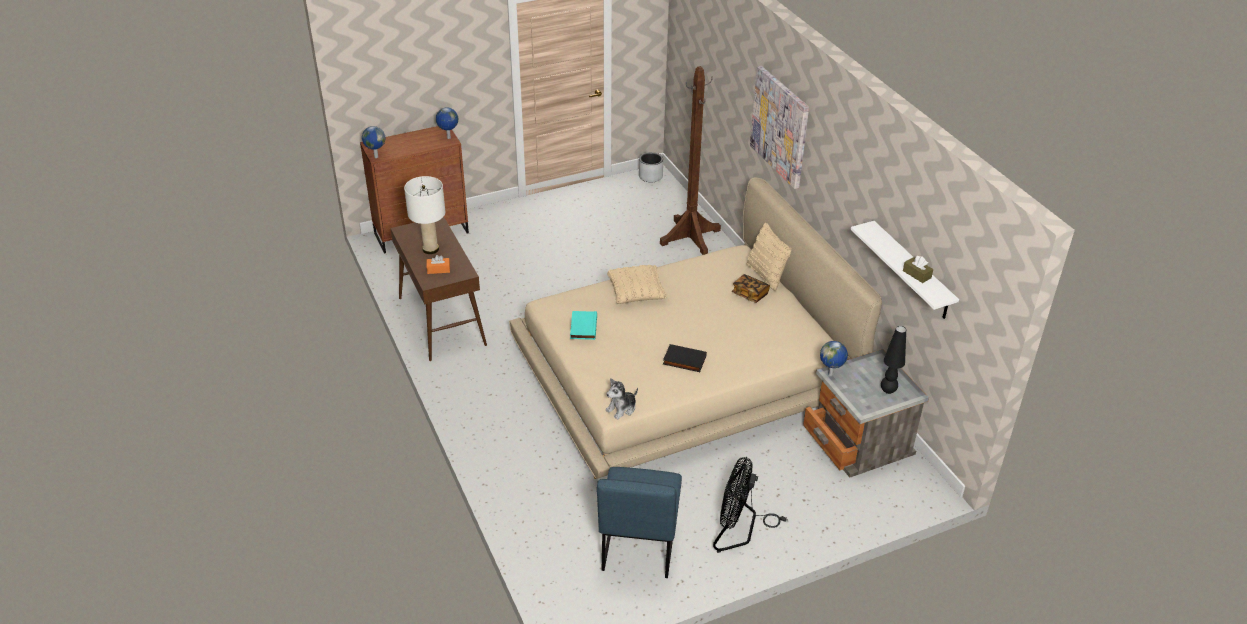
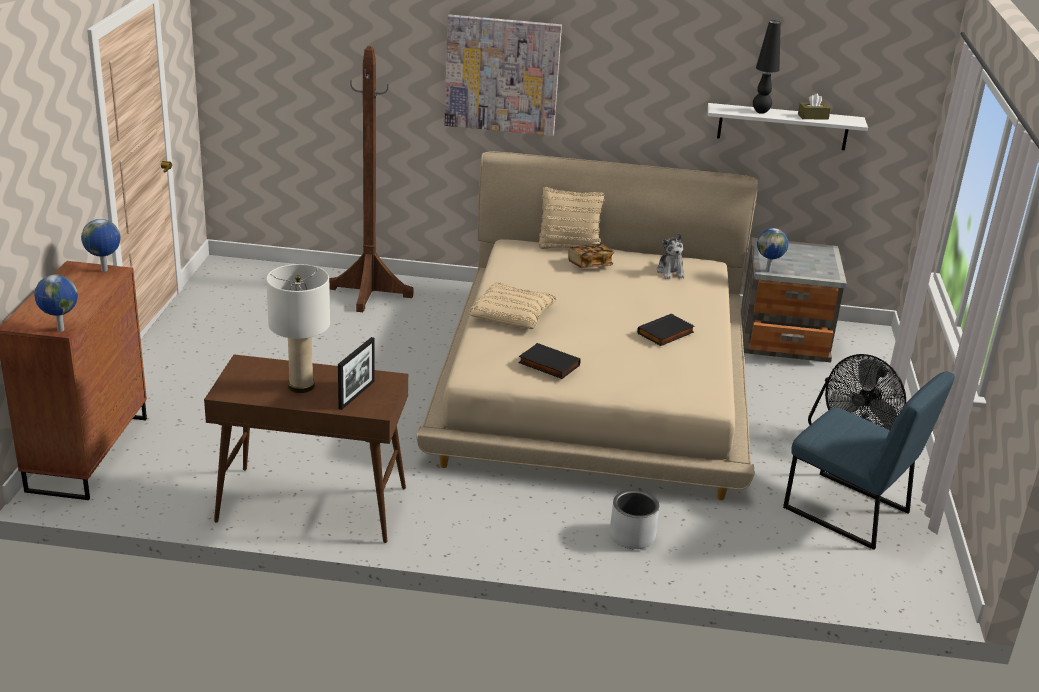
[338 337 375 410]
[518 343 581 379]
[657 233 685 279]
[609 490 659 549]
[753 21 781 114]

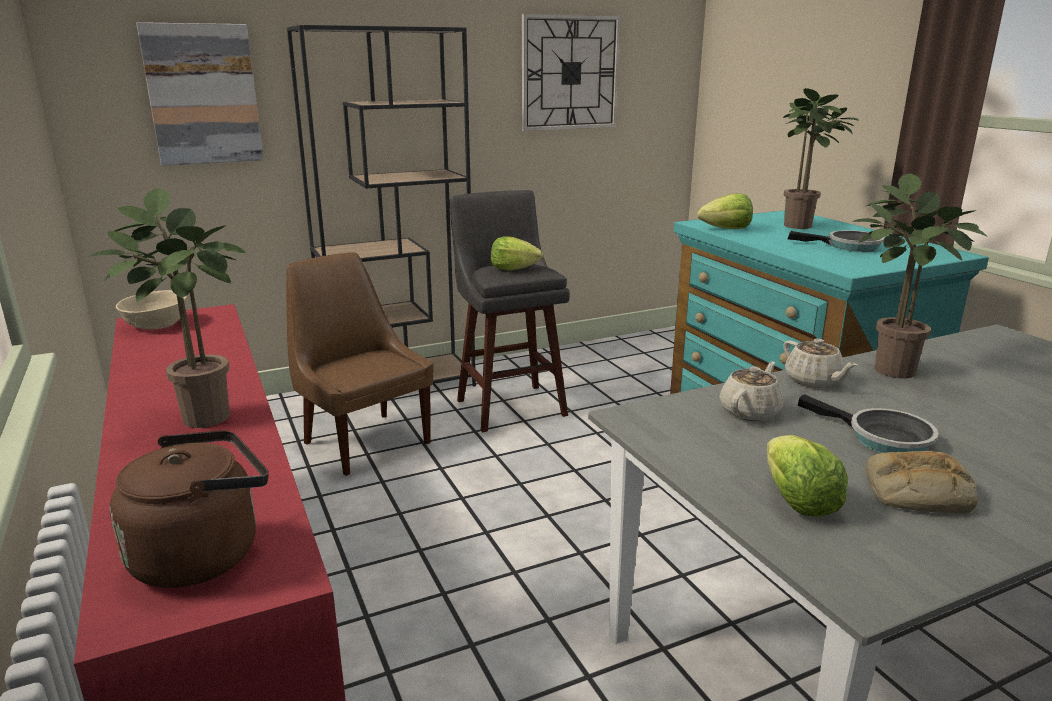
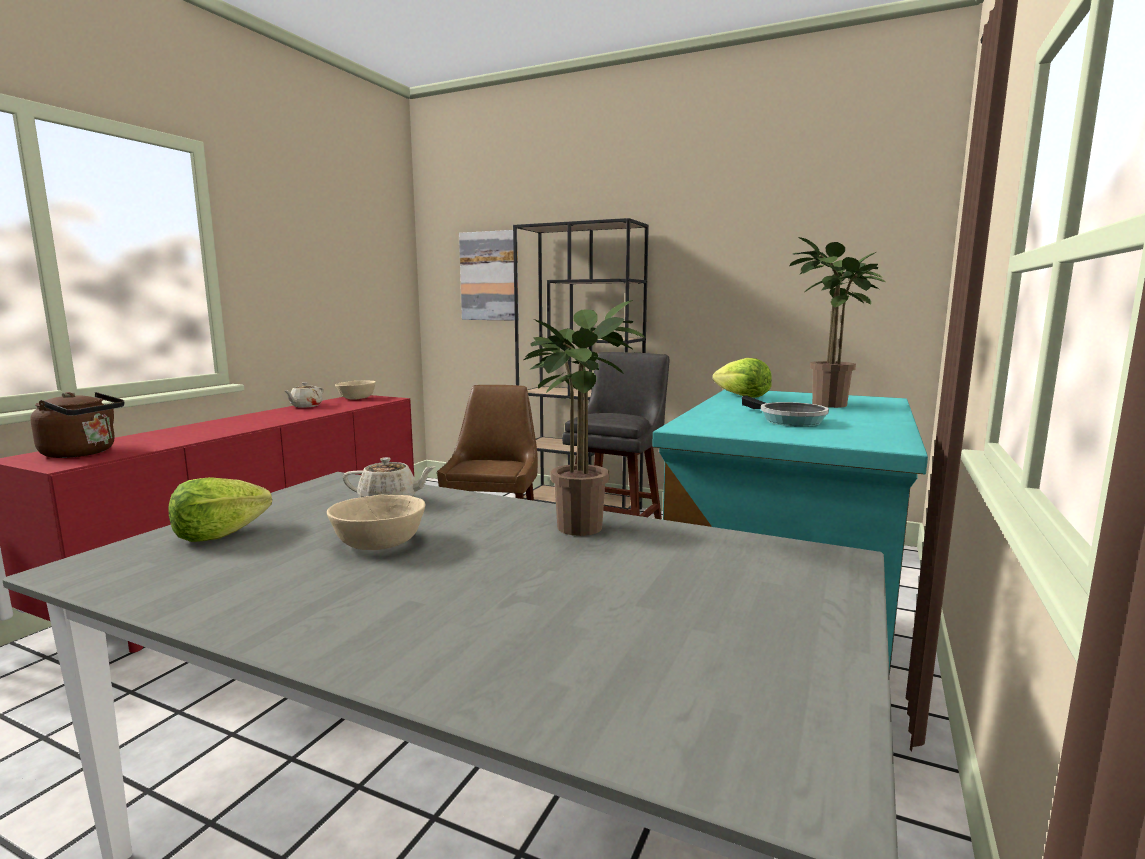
[88 188 246 428] (first image)
[491 236 543 271] (first image)
[522 14 621 131] (first image)
[284 382 324 408]
[327 495 425 550]
[866 451 978 514] (first image)

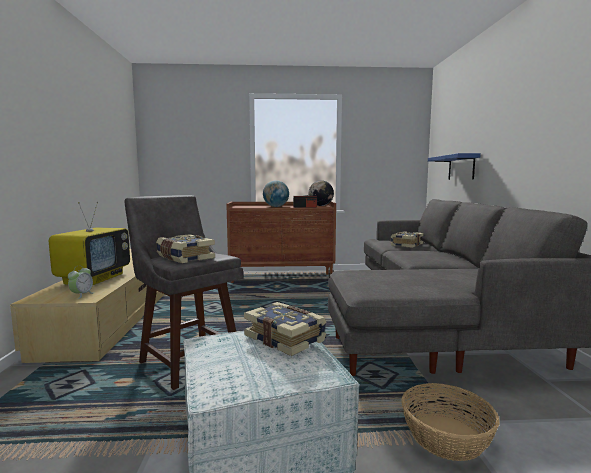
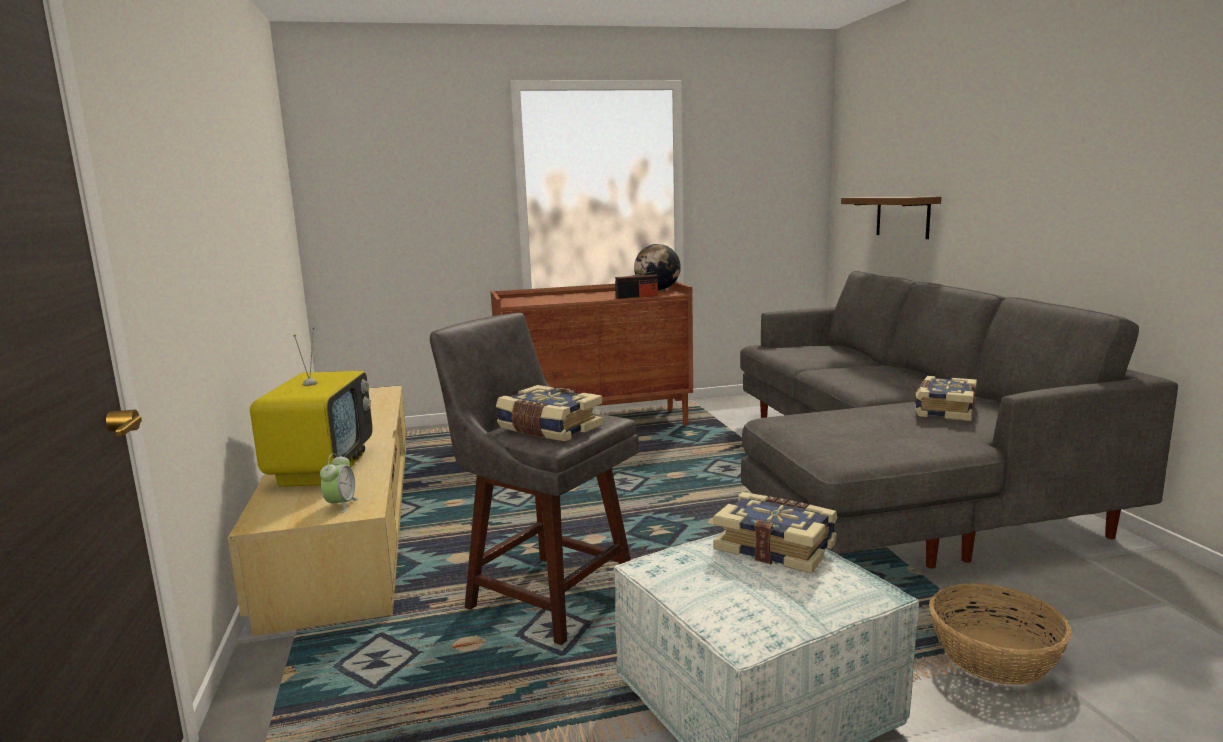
[263 180 289 207] (first image)
[915 376 977 421]
[841 197 941 239]

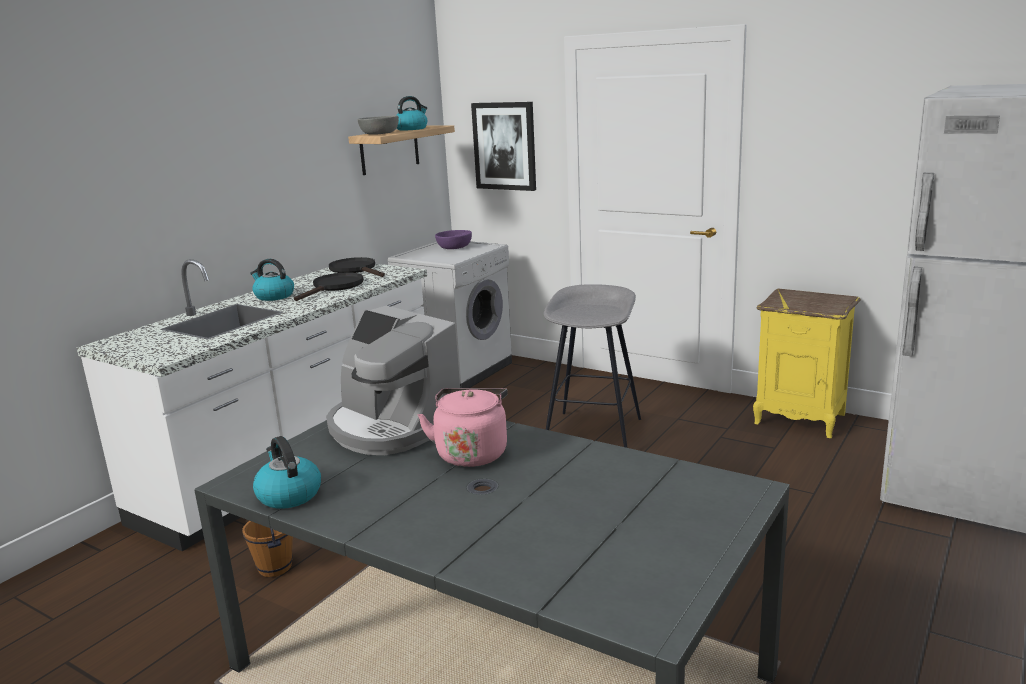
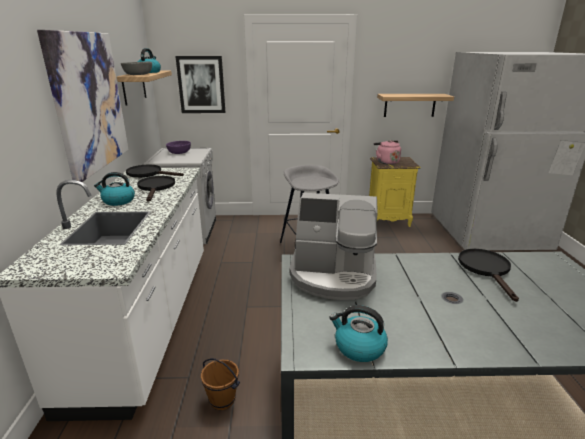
[374 140 401 165]
[37 30 129 182]
[377 94 454 117]
[458 249 519 302]

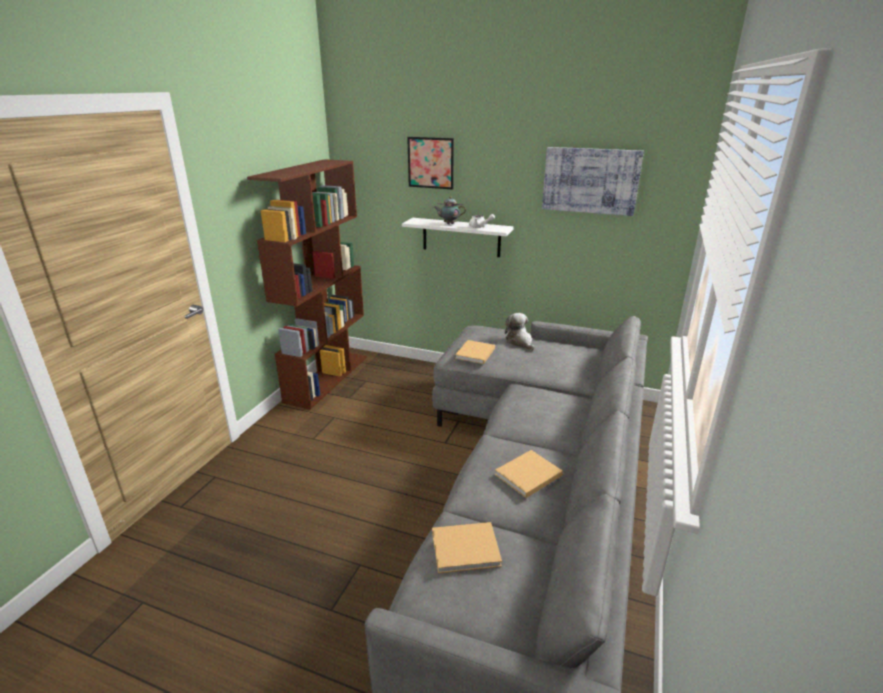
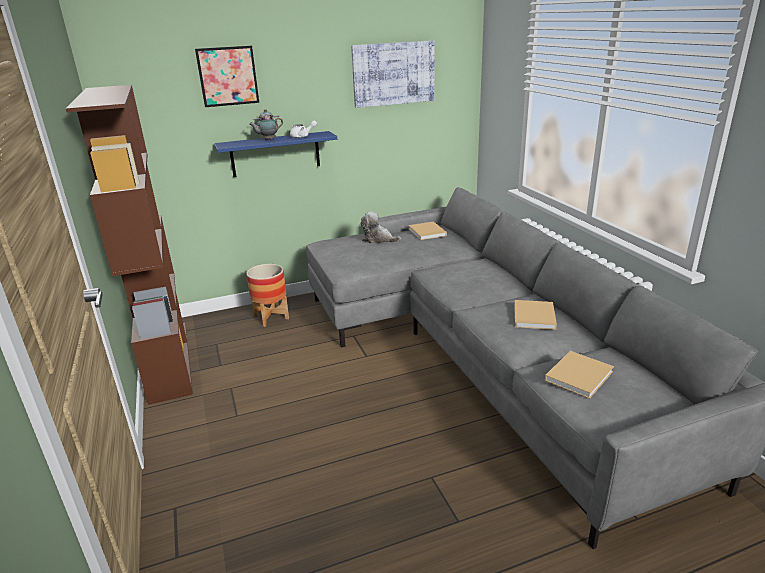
[214 131 337 177]
[408 222 447 240]
[246 264 289 327]

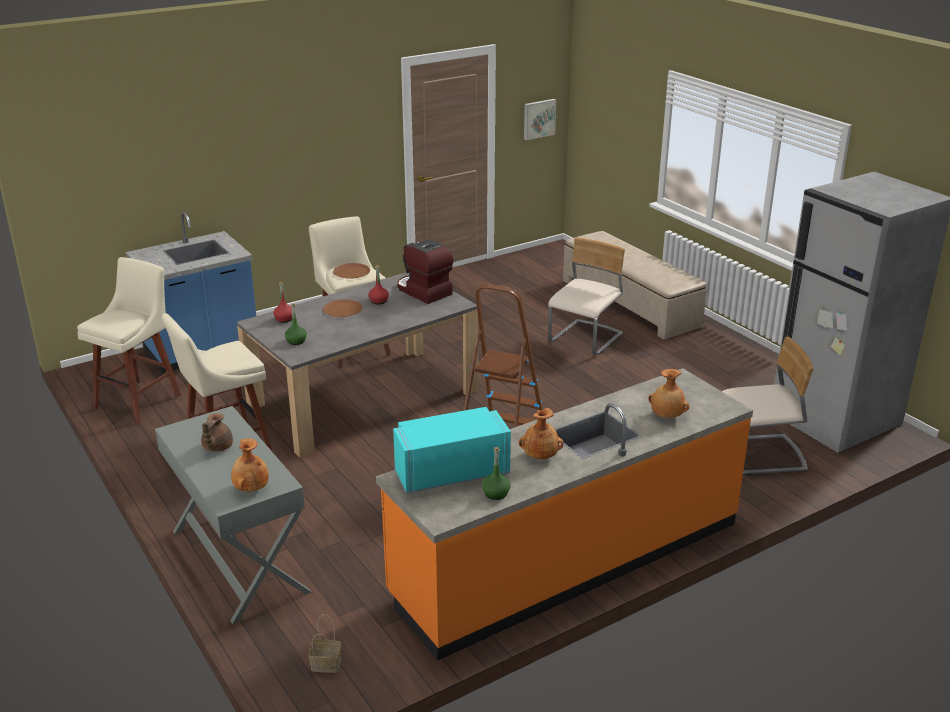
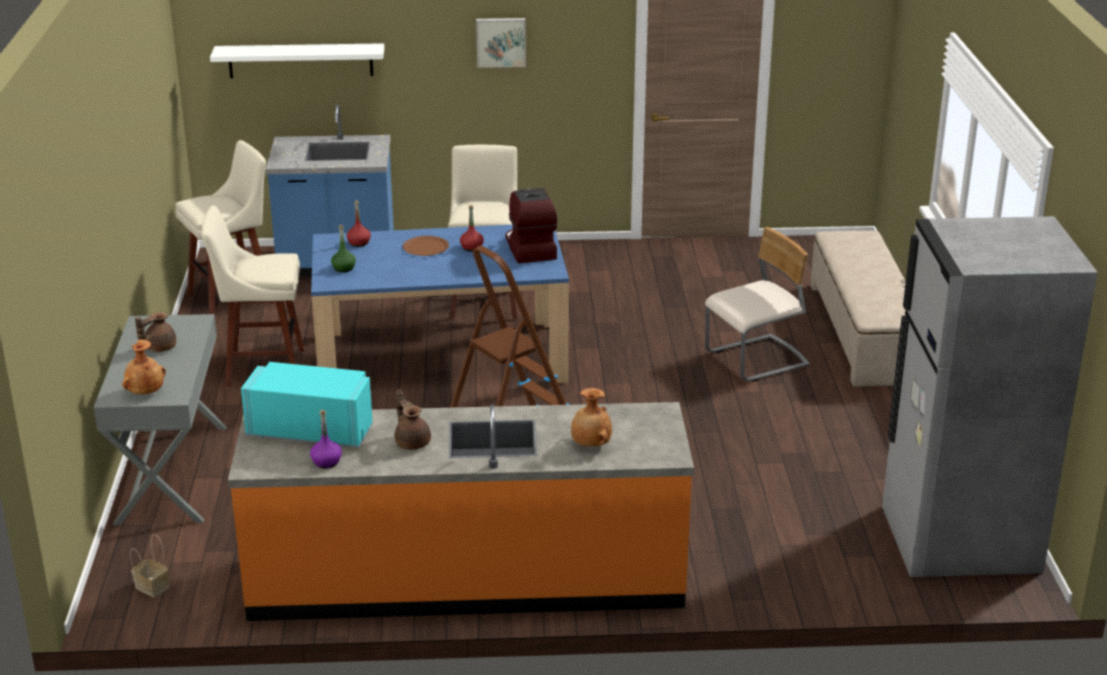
[311 225 569 383]
[333 263 370 279] (first image)
[310 410 342 469]
[394 389 431 450]
[476 18 526 68]
[722 337 814 475] (first image)
[210 43 384 78]

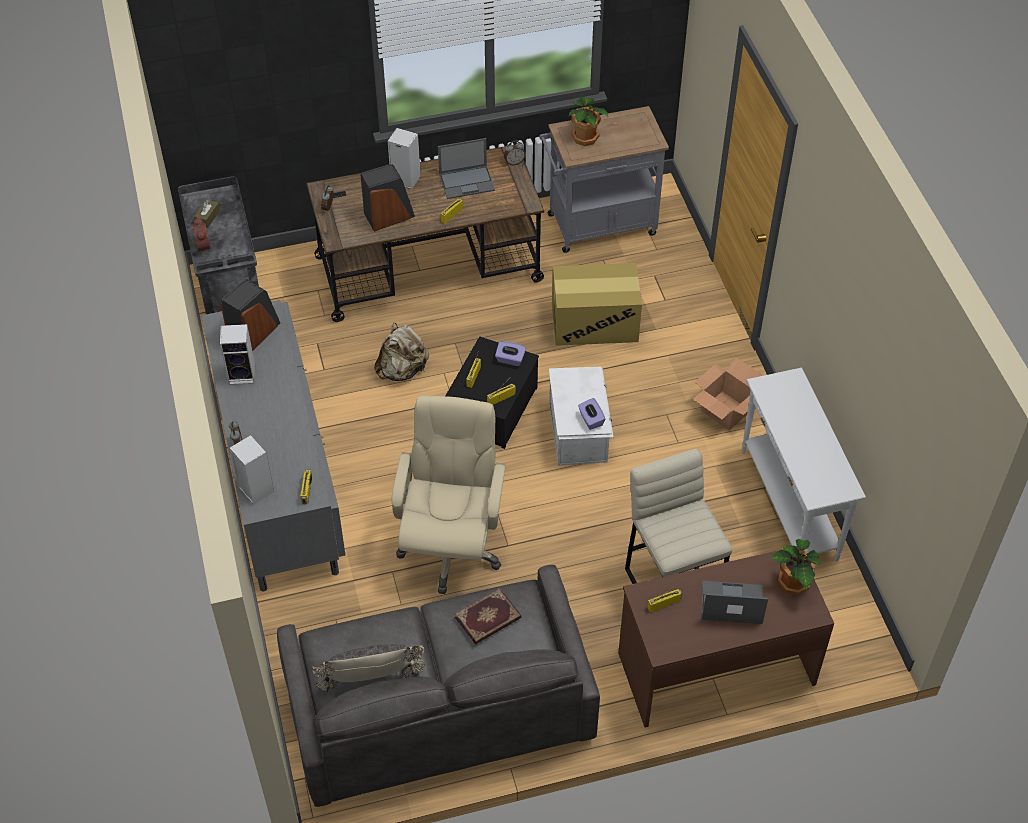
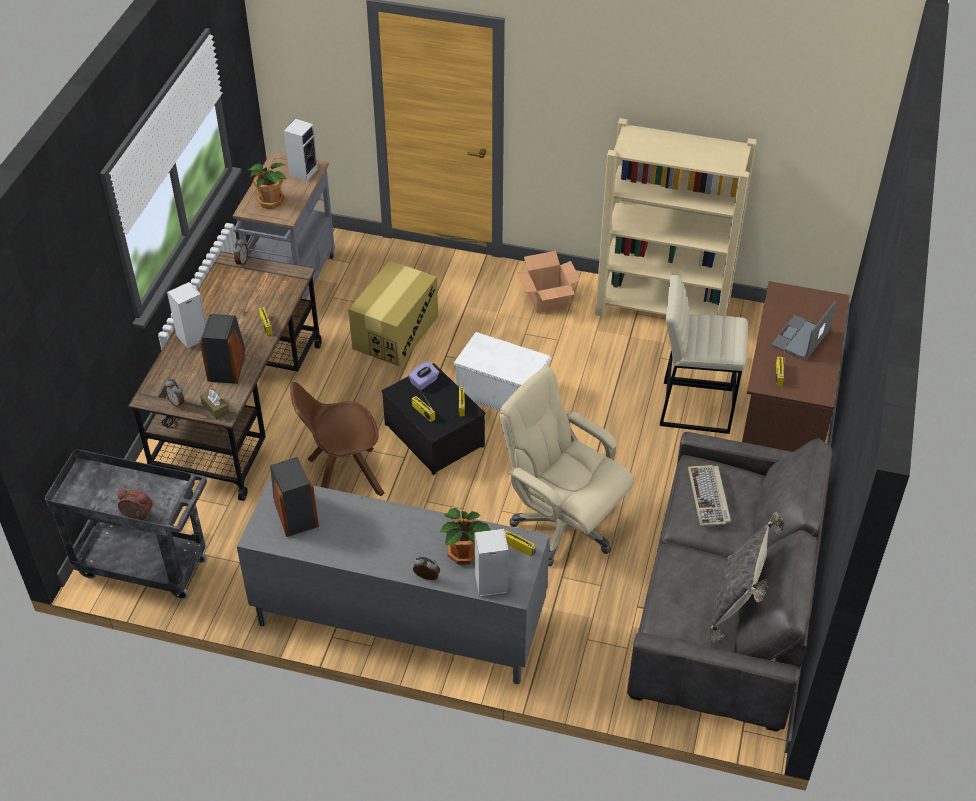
[200 389 230 420]
[284 119 318 181]
[290 382 384 496]
[438 138 495 199] (first image)
[688 465 731 527]
[578 398 605 430] (first image)
[595 118 757 316]
[439 508 491 564]

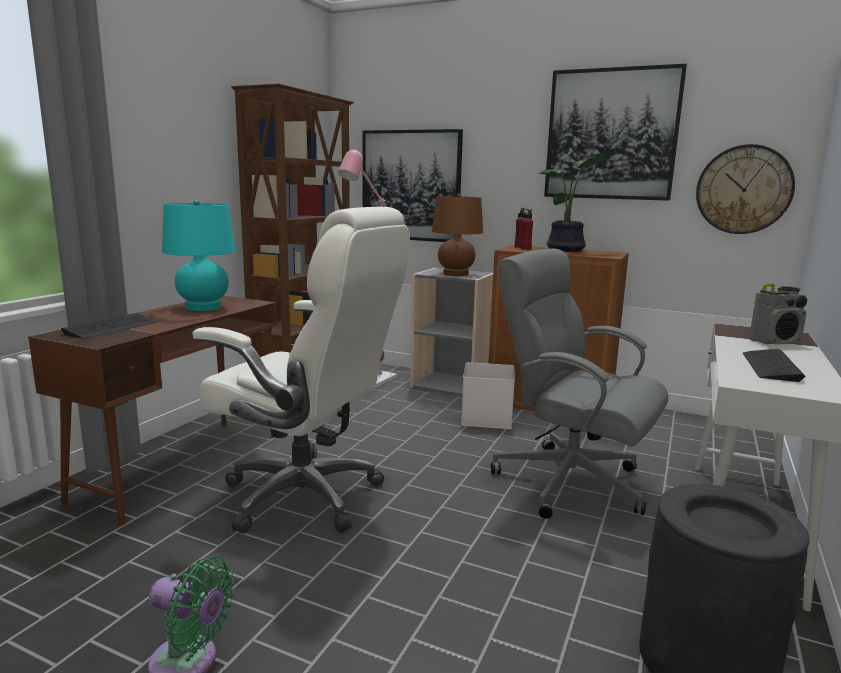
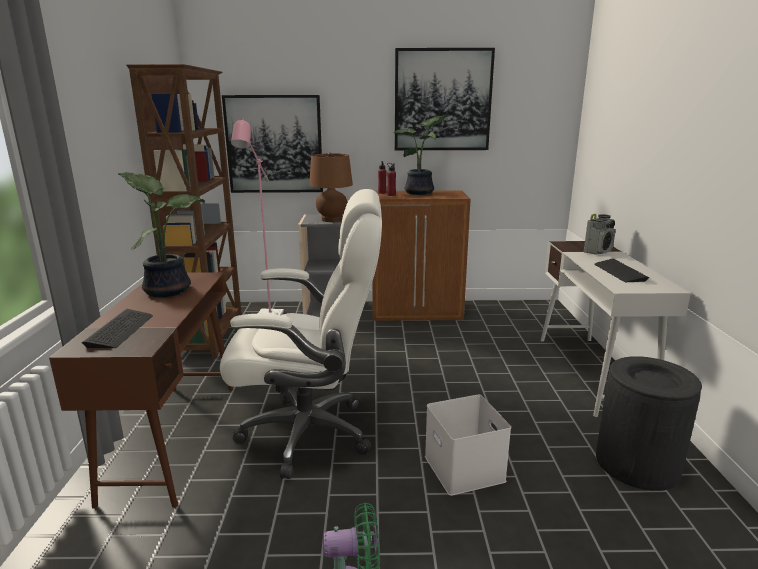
[118 172 205 297]
[425 395 511 496]
[491 249 668 519] (first image)
[696 144 795 234] (first image)

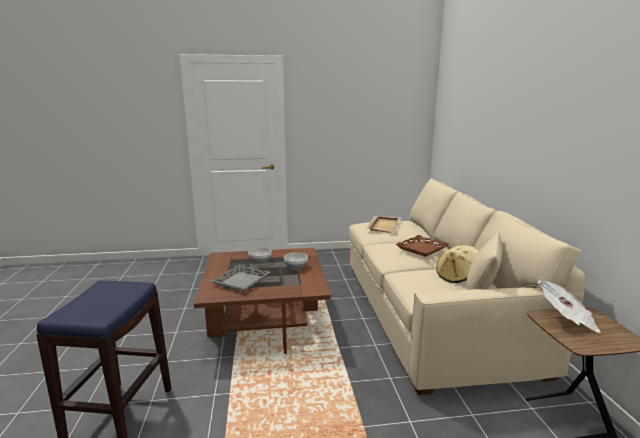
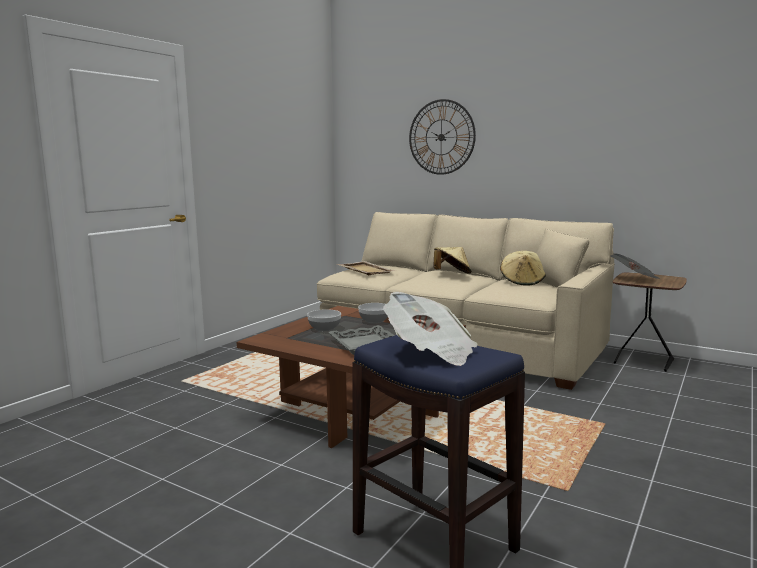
[434 247 472 273]
[383 292 478 366]
[409 99 476 175]

